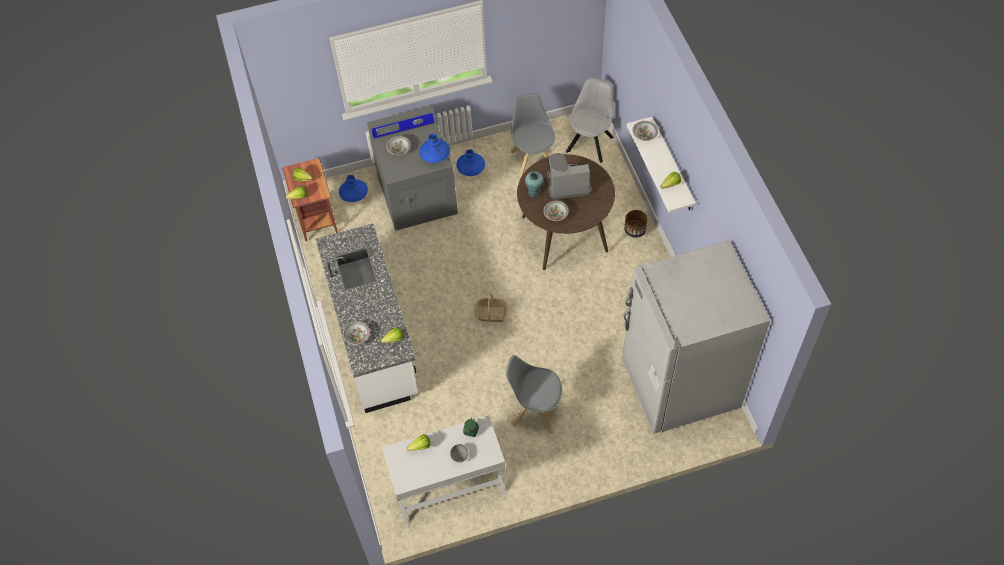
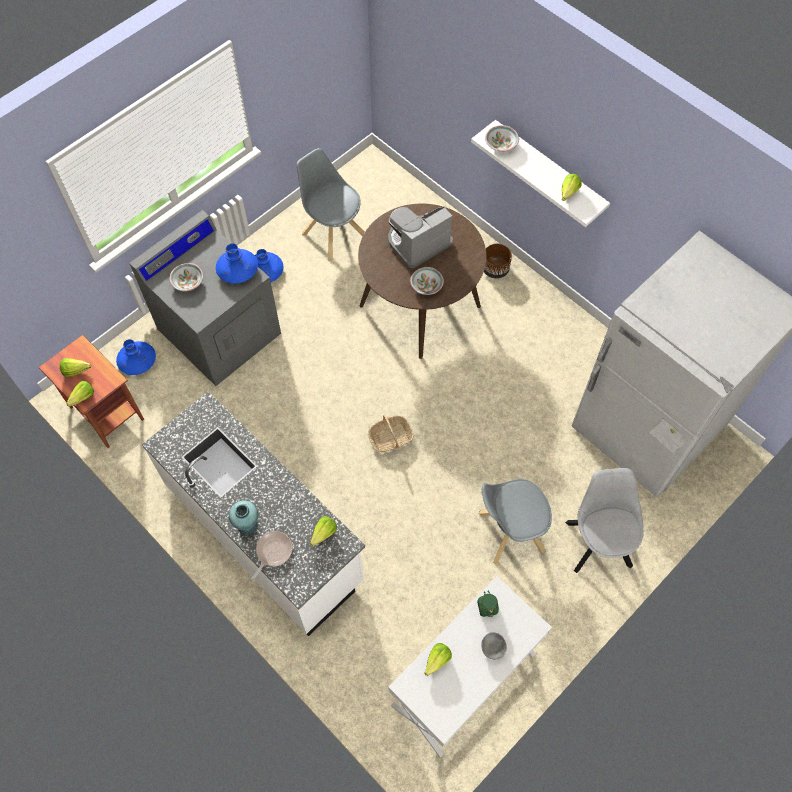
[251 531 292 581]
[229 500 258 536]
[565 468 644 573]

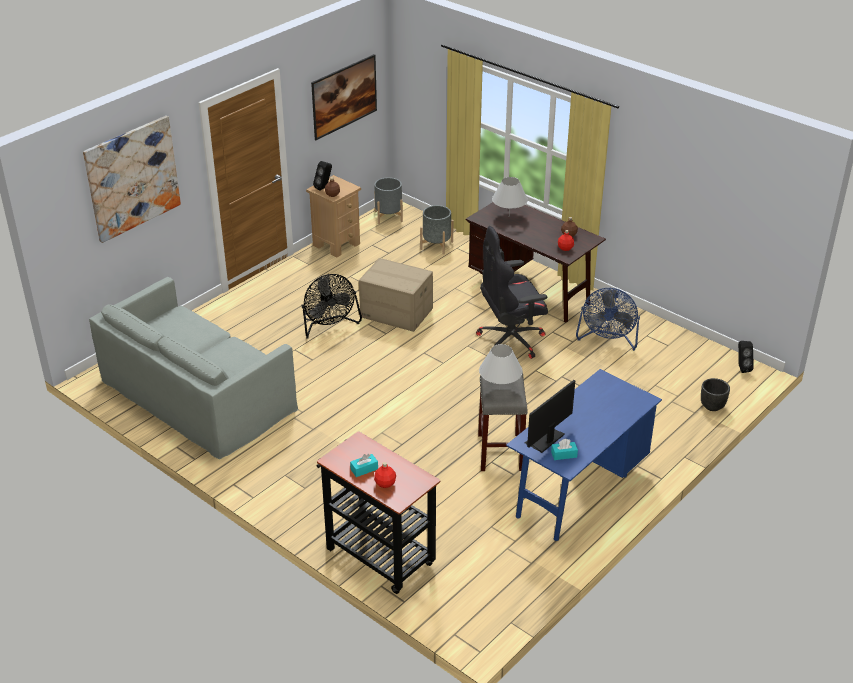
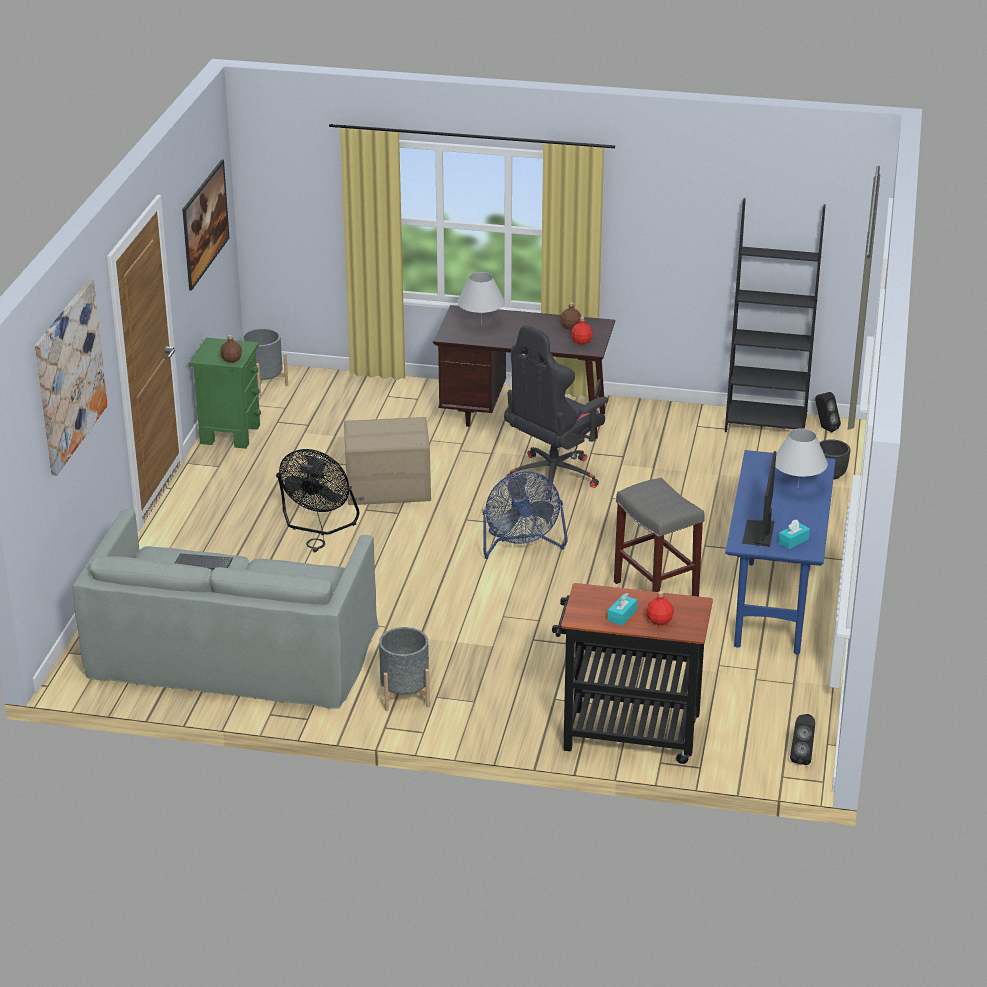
[276 449 359 553]
[189 338 261 449]
[790 714 815 765]
[379 627 430 711]
[775 428 828 487]
[482 471 568 559]
[175 553 233 570]
[725 198 826 432]

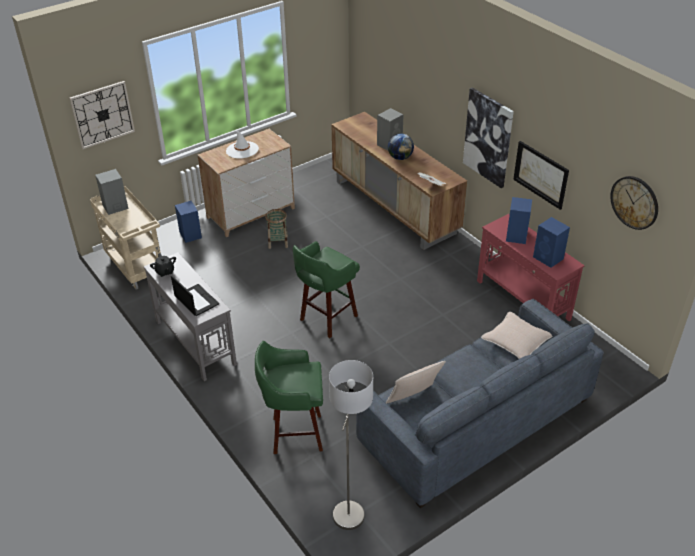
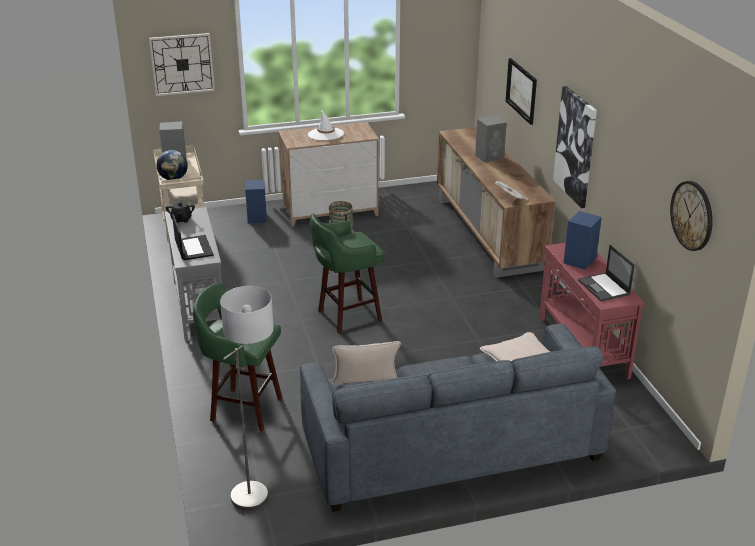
[156 150 188 180]
[506 58 537 125]
[578 245 635 301]

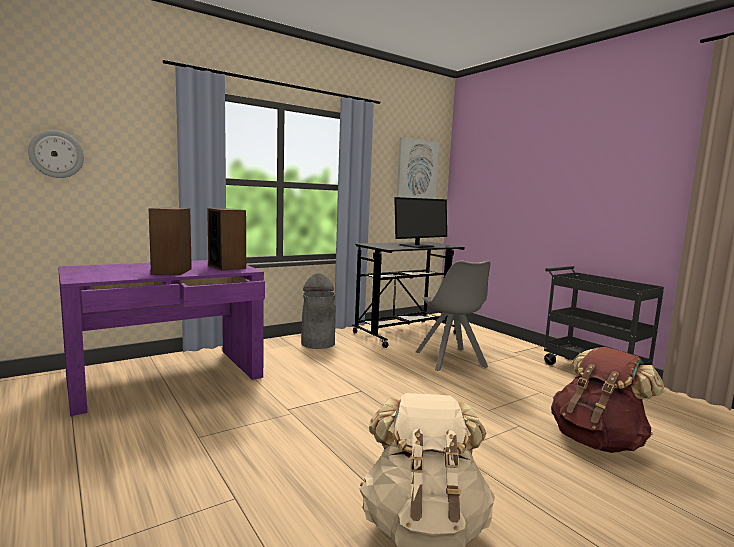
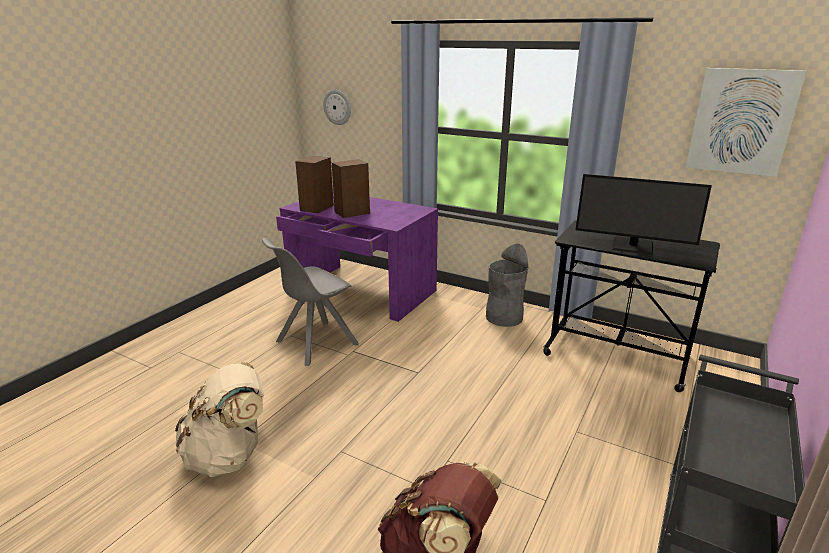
[295 156 334 213]
[262 238 359 366]

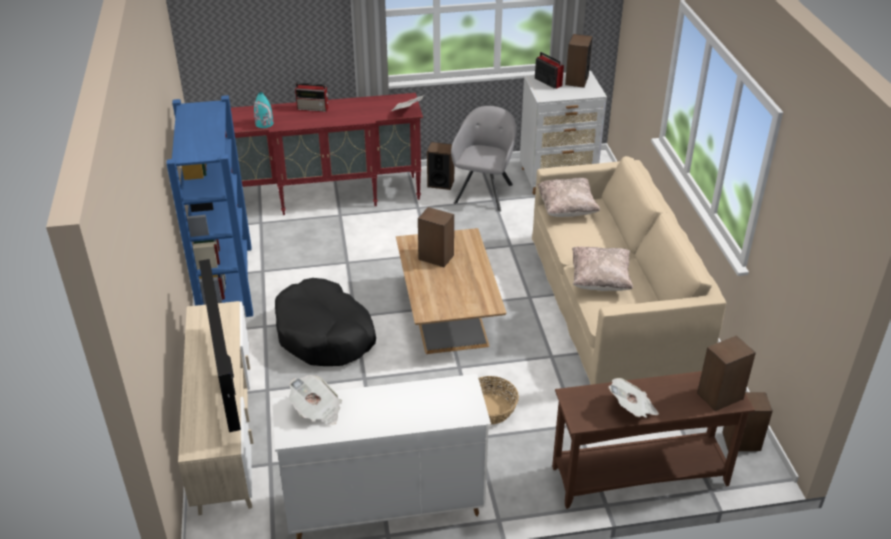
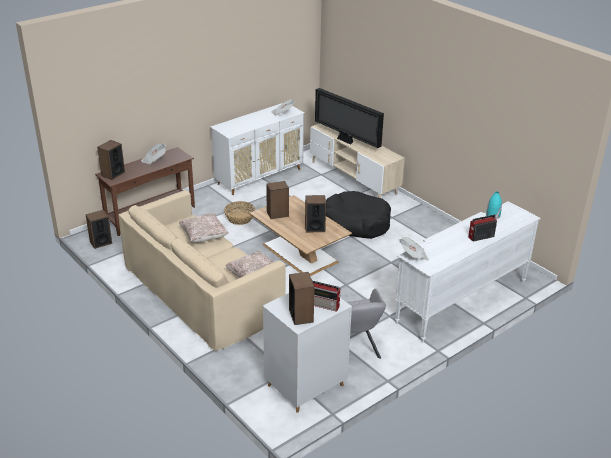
[166 95 253 317] (first image)
[395 201 541 343]
[266 181 289 219]

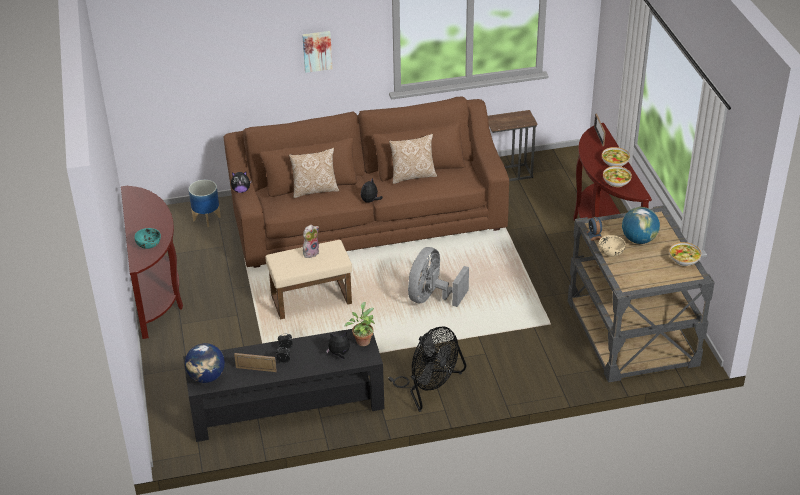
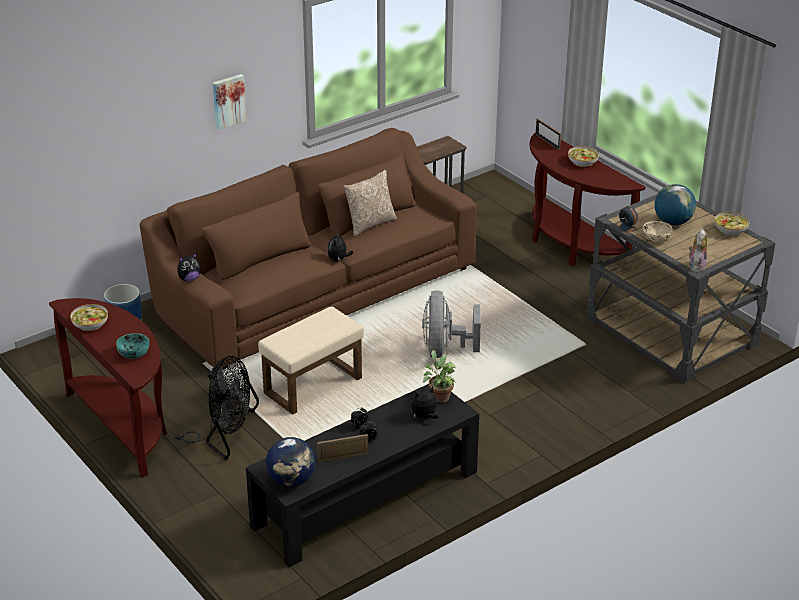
[289 148 339 198] (first image)
[689 229 707 273]
[174 356 259 461]
[70 304 108 331]

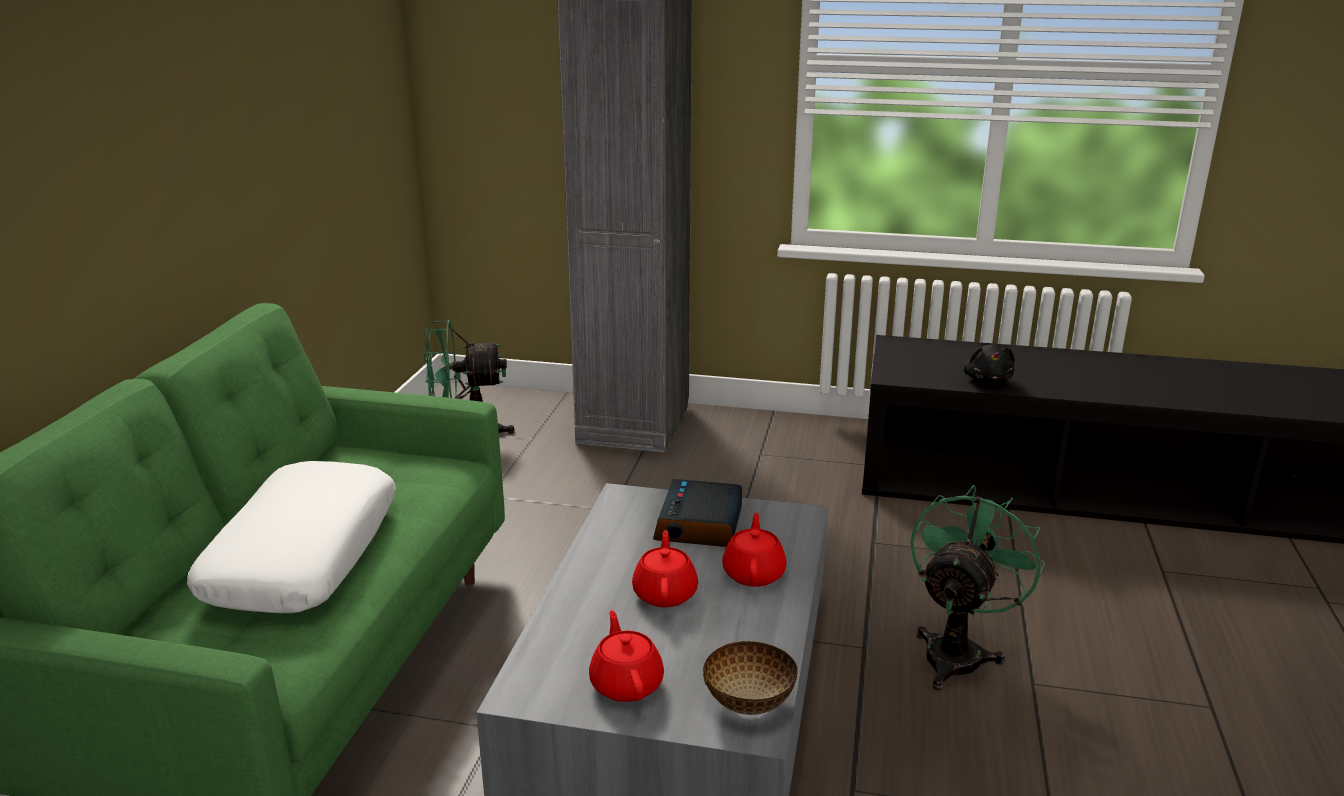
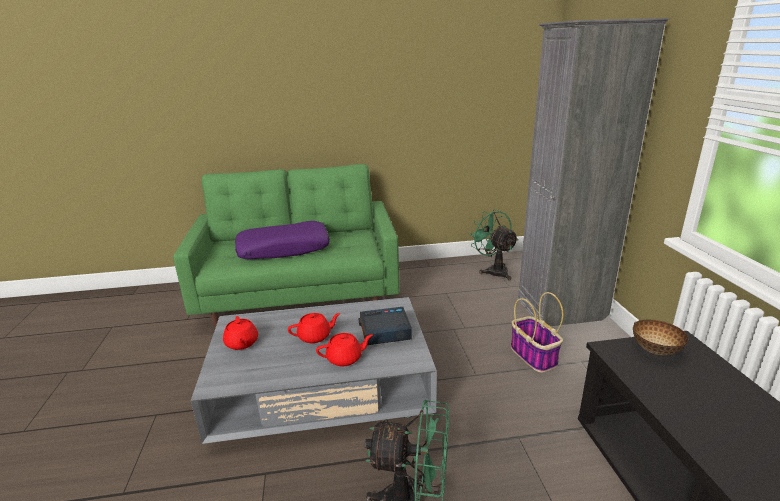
[235 221 330 259]
[223 316 258 350]
[633 320 689 356]
[964 345 1015 384] (first image)
[511 292 563 372]

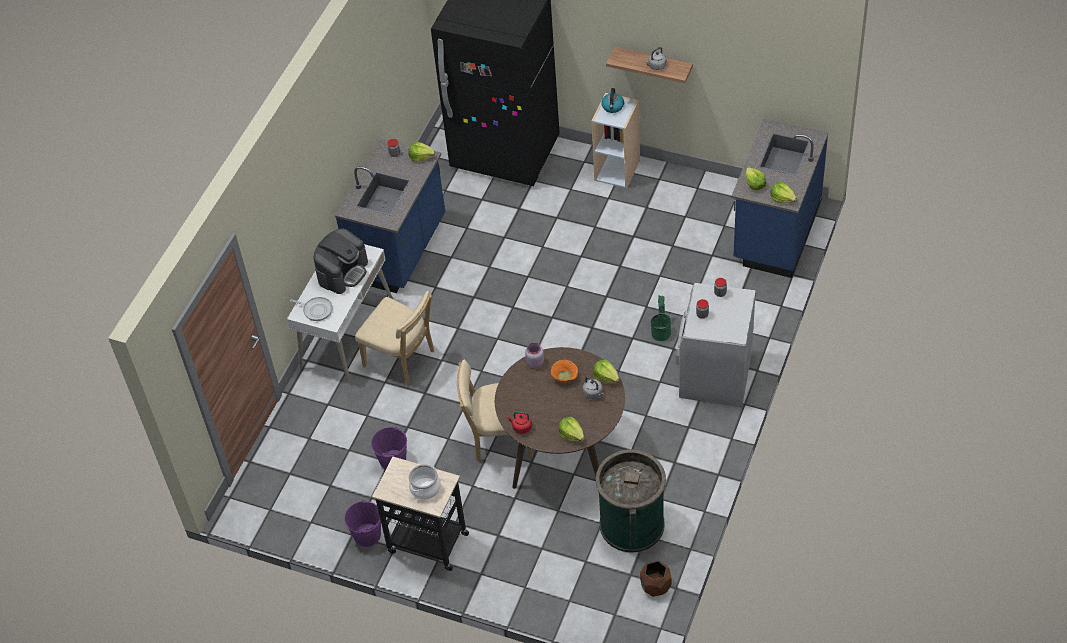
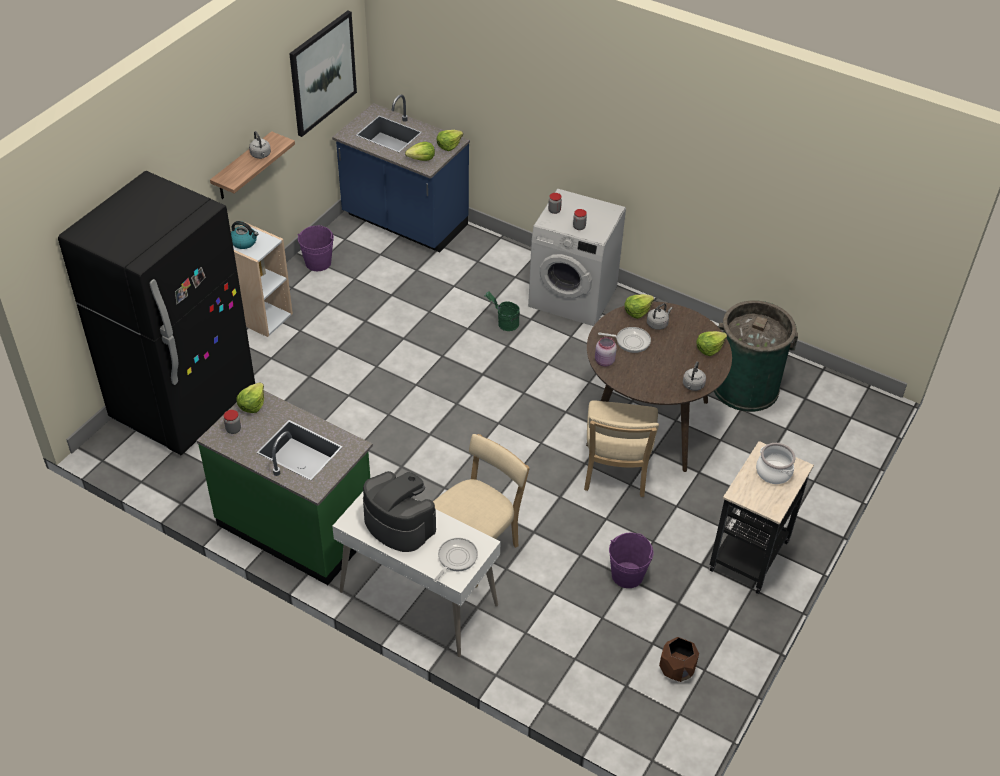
[197 391 373 585]
[298 225 334 271]
[683 361 706 391]
[598 327 651 353]
[659 637 699 682]
[289 11 357 137]

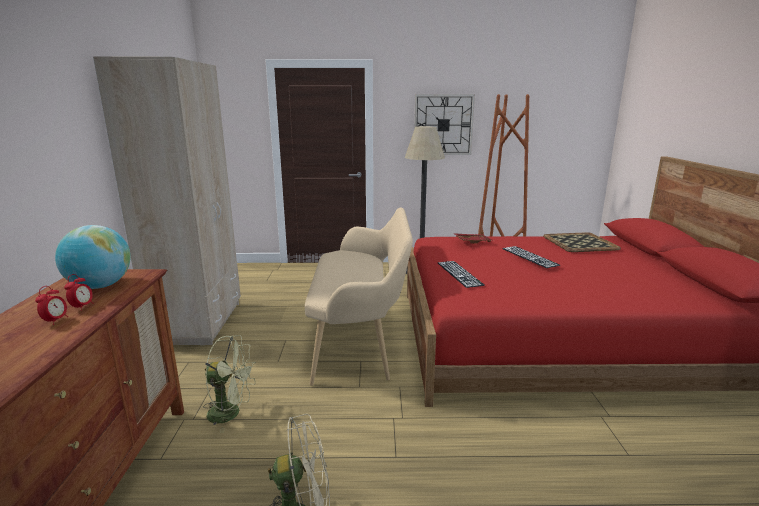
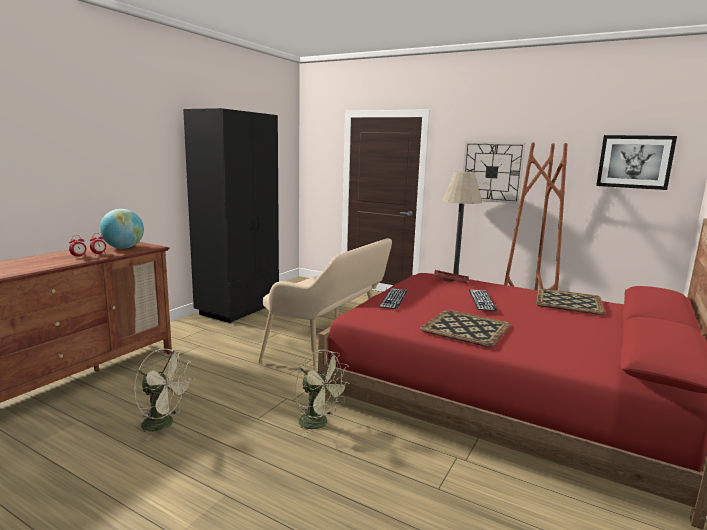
[183 108 279 323]
[296 350 350 437]
[420 310 511 347]
[596 135 677 190]

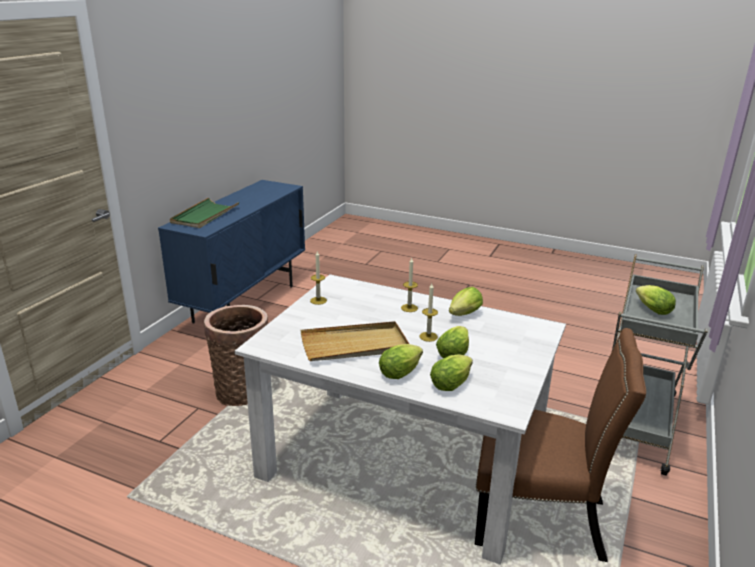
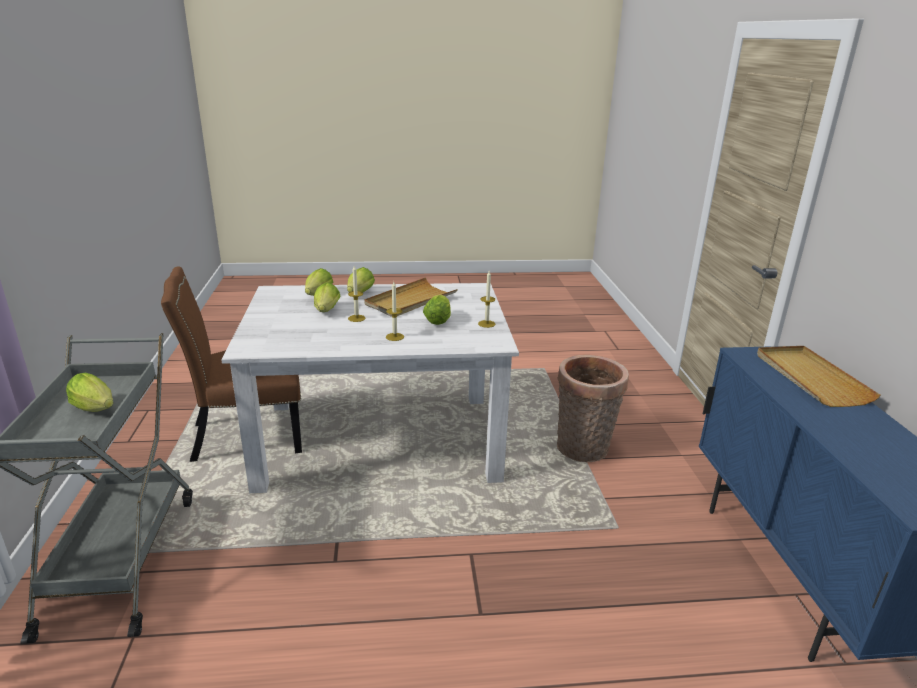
[757 346 881 407]
[423 294 451 325]

